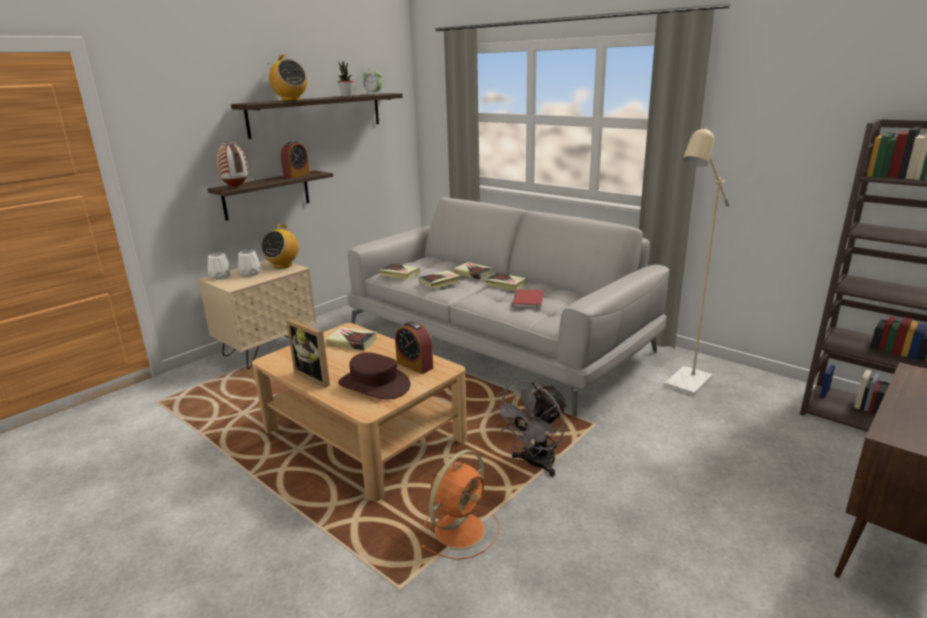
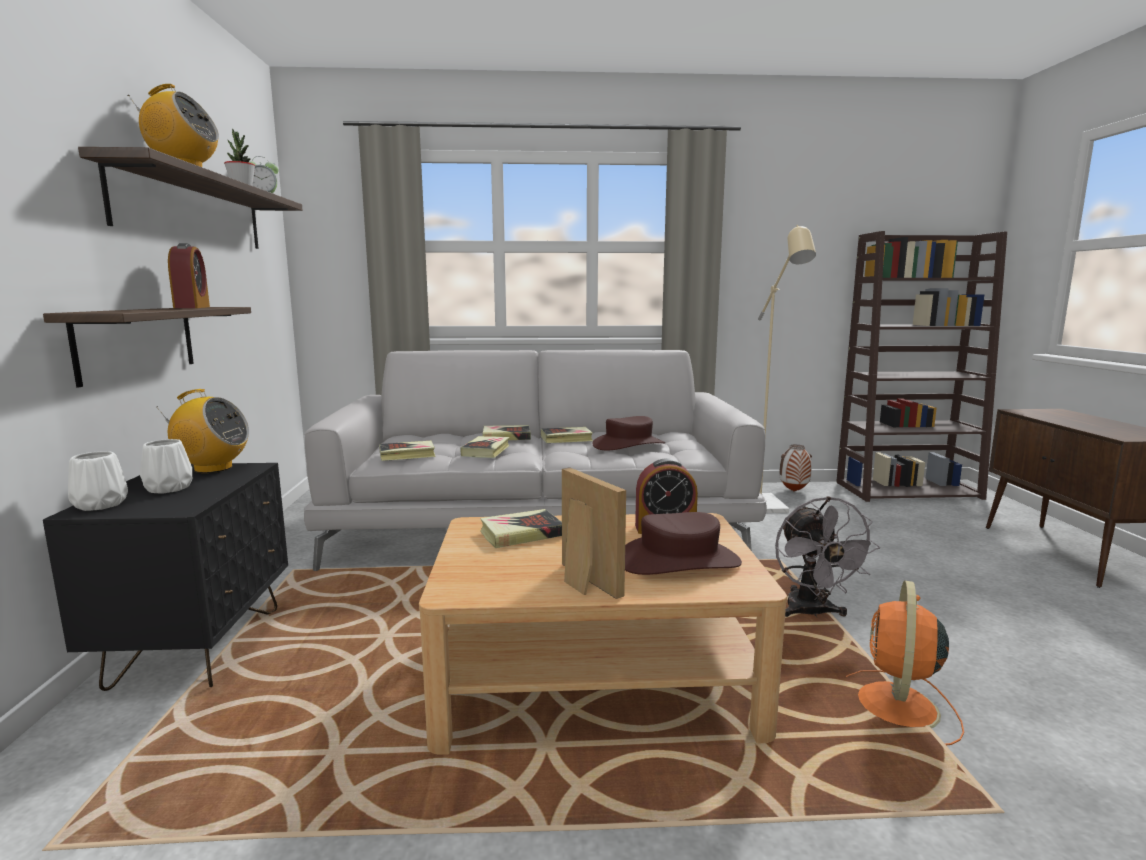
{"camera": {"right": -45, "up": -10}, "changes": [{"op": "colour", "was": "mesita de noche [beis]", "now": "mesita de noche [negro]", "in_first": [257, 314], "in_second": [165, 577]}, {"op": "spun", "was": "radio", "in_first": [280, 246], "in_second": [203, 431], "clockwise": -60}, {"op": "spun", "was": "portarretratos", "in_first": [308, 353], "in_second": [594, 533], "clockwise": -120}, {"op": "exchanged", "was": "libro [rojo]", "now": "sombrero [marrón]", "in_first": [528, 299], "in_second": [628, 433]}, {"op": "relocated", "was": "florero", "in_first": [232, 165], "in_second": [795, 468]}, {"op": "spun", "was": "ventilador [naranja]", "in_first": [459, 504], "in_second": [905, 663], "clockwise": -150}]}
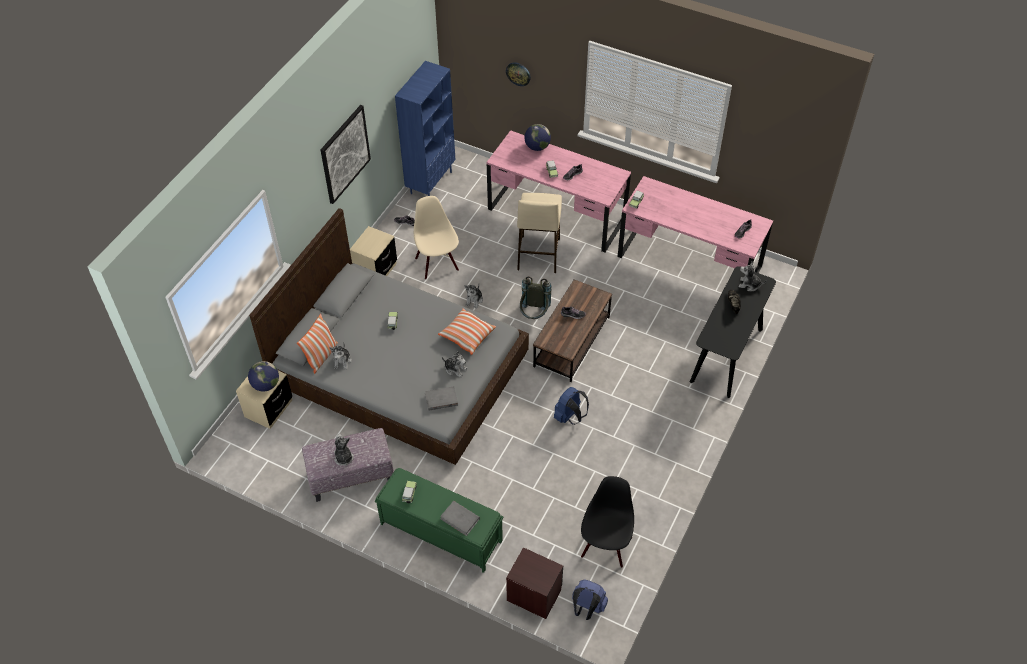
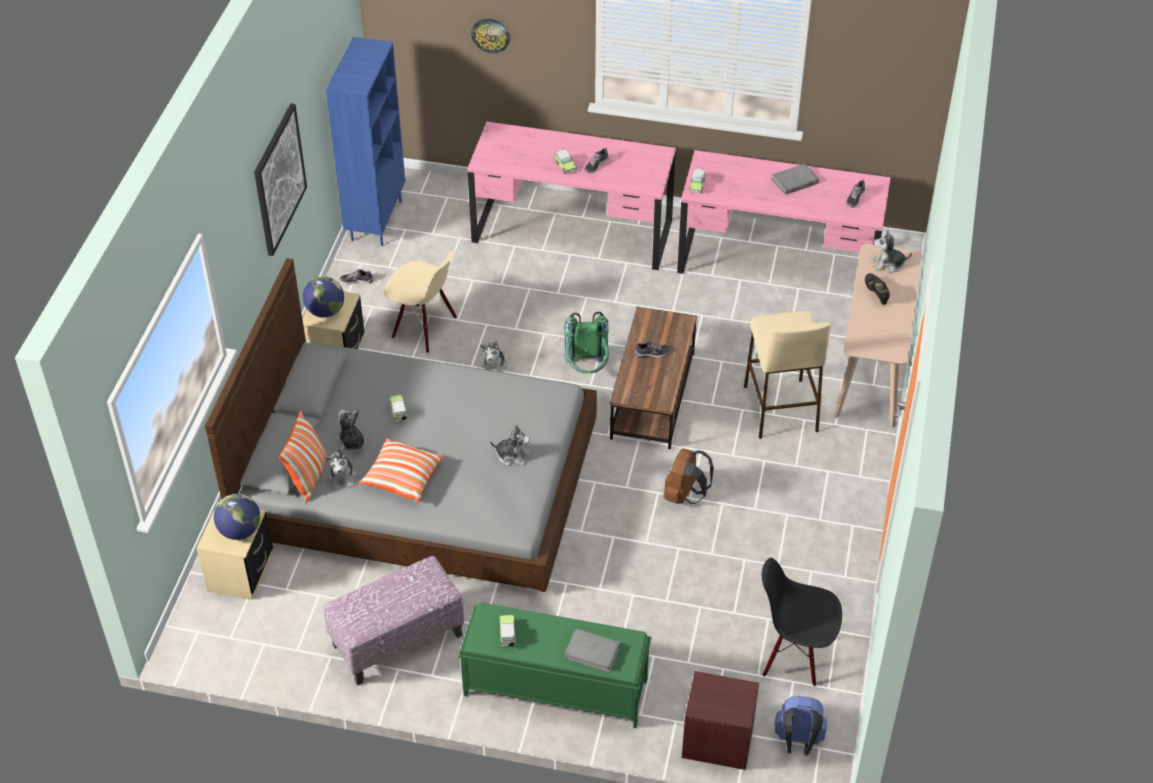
{"camera": {"right": -15, "up": -5}, "changes": [{"op": "relocated", "was": "globo terráqueo", "in_first": [537, 137], "in_second": [323, 297]}, {"op": "relocated", "was": "peluche", "in_first": [344, 450], "in_second": [351, 431]}, {"op": "relocated", "was": "cojín", "in_first": [467, 331], "in_second": [401, 470]}, {"op": "spun", "was": "silla [beis]", "in_first": [436, 238], "in_second": [420, 301], "clockwise": 150}, {"op": "colour", "was": "mochila [gris]", "now": "mochila [verde]", "in_first": [535, 297], "in_second": [586, 342]}, {"op": "colour", "was": "mochila [azul]", "now": "mochila [marrón]", "in_first": [571, 406], "in_second": [688, 476]}, {"op": "relocated", "was": "taburete [beis]", "in_first": [539, 233], "in_second": [787, 375]}, {"op": "spun", "was": "silla [negro]", "in_first": [607, 522], "in_second": [802, 622], "clockwise": -75}, {"op": "relocated", "was": "libro [gris]", "in_first": [441, 398], "in_second": [795, 179]}, {"op": "colour", "was": "mesa consola [negro]", "now": "mesa consola [beis]", "in_first": [733, 332], "in_second": [877, 335]}]}
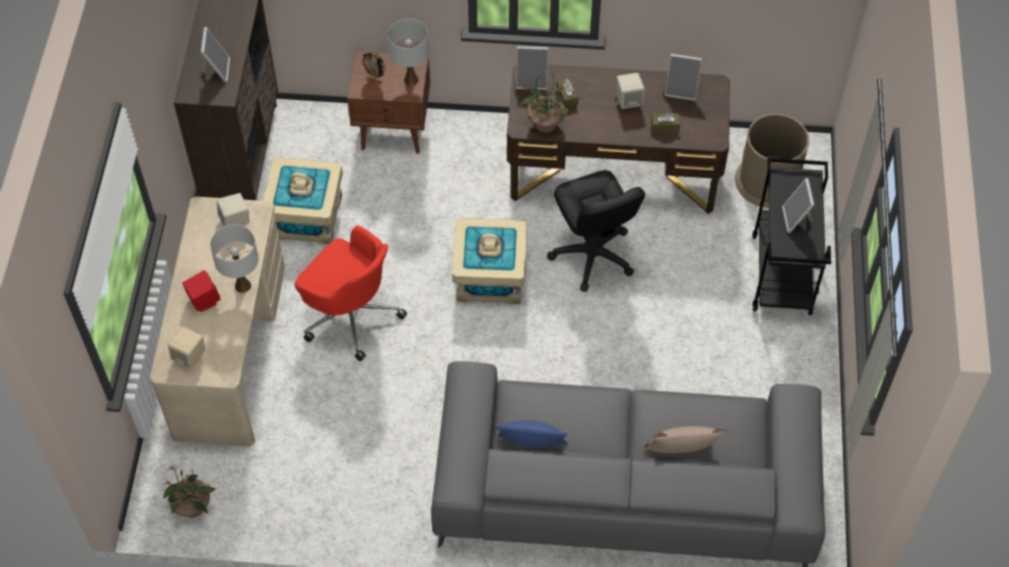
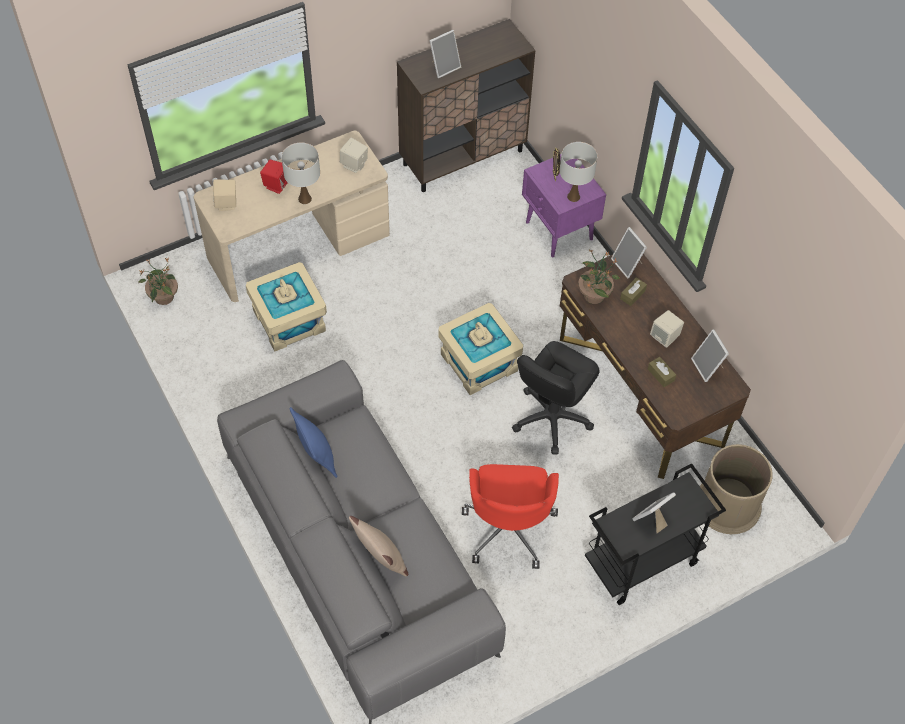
{"camera": {"right": 55, "up": 0}, "changes": [{"op": "relocated", "was": "caja de almacenaje [beis]", "in_first": [303, 200], "in_second": [286, 306]}, {"op": "relocated", "was": "silla de oficina [rojo]", "in_first": [351, 293], "in_second": [510, 516]}, {"op": "colour", "was": "mesita de noche [marrón]", "now": "mesita de noche [morado]", "in_first": [388, 102], "in_second": [564, 205]}]}
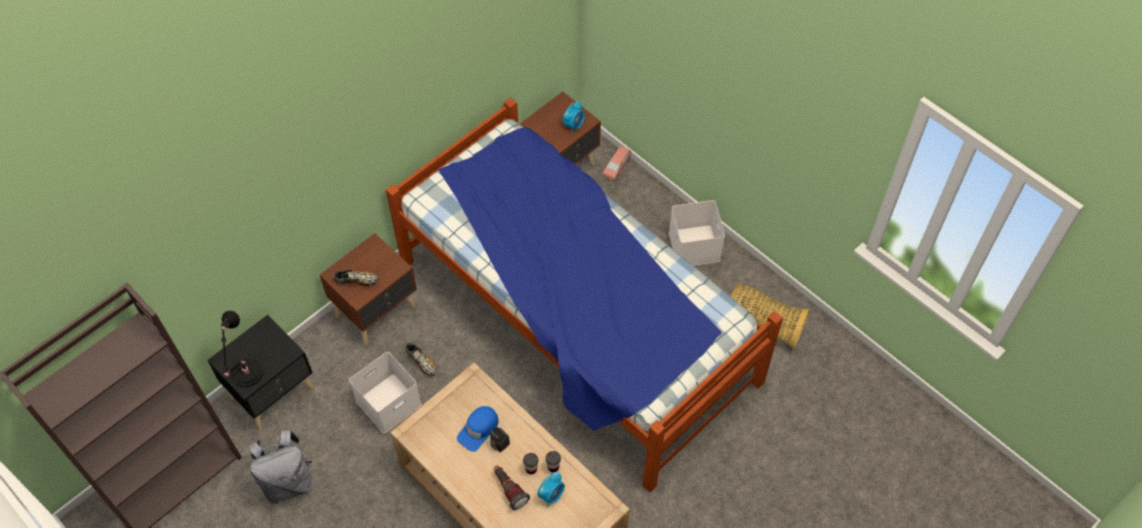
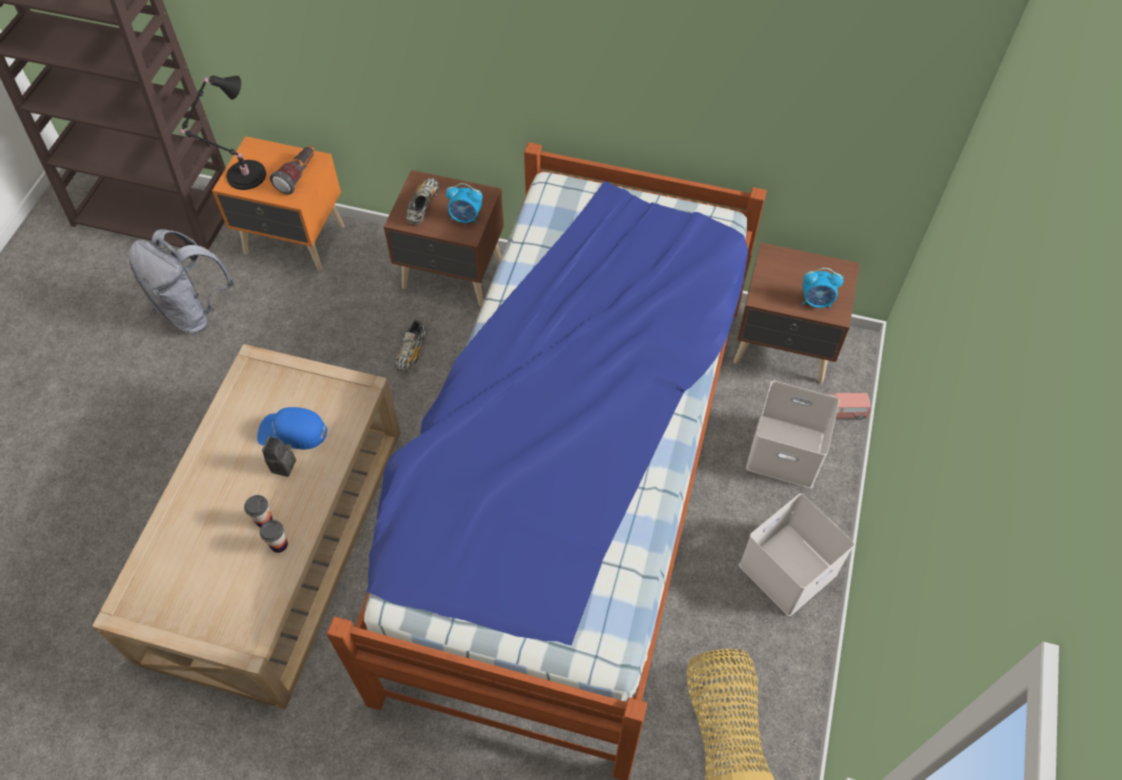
{"camera": {"right": 60, "up": 0}, "changes": [{"op": "colour", "was": "mesita de noche [negro]", "now": "mesita de noche [naranja]", "in_first": [260, 372], "in_second": [278, 203]}, {"op": "relocated", "was": "linterna", "in_first": [512, 487], "in_second": [292, 170]}, {"op": "spun", "was": "zapato", "in_first": [355, 278], "in_second": [423, 201], "clockwise": -135}, {"op": "relocated", "was": "despertador", "in_first": [551, 489], "in_second": [464, 203]}, {"op": "relocated", "was": "caja de almacenaje [blanco]", "in_first": [385, 392], "in_second": [792, 434]}]}
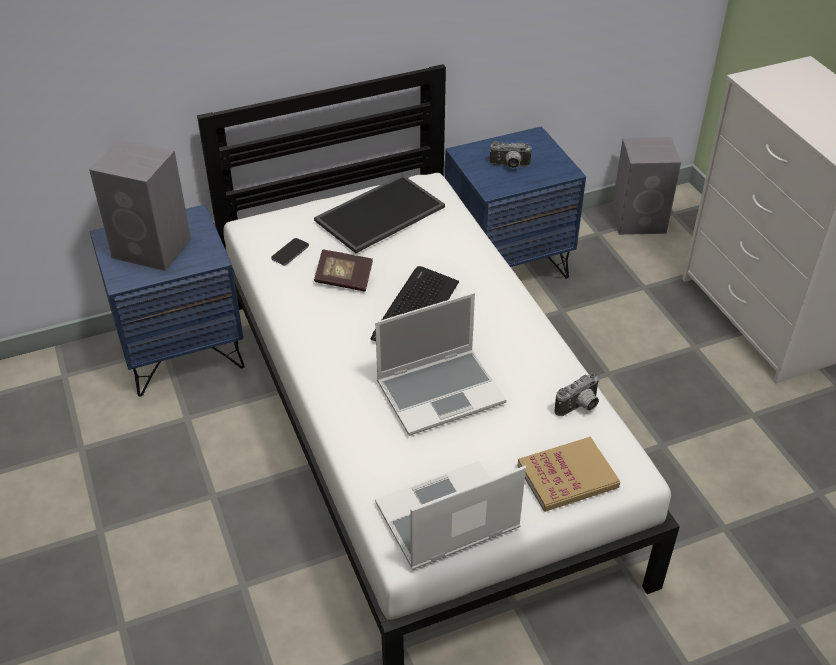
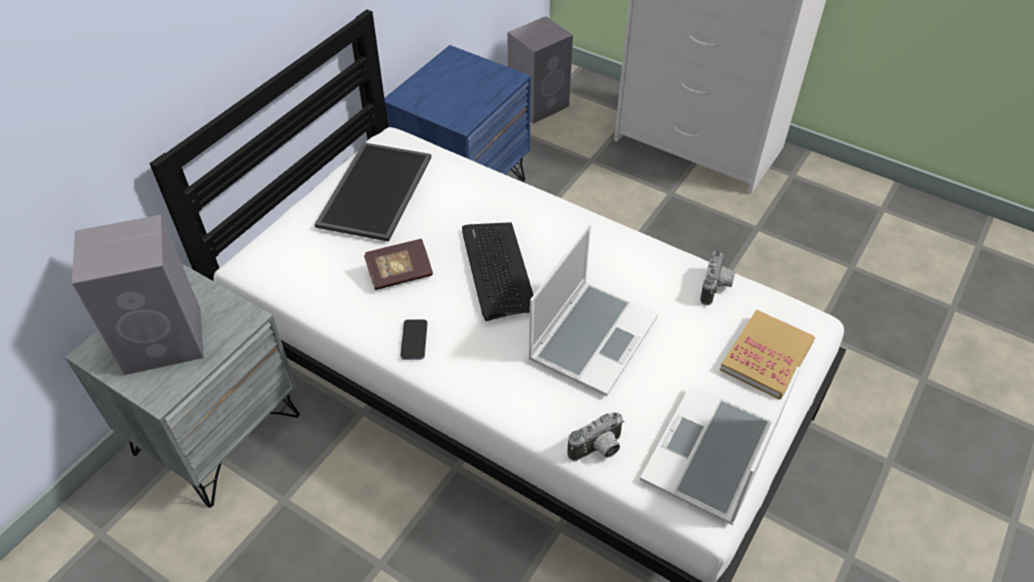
{"camera": {"right": -35, "up": 5}, "changes": [{"op": "colour", "was": "mesita de noche [azul]", "now": "mesita de noche [gris]", "in_first": [167, 300], "in_second": [182, 386]}, {"op": "relocated", "was": "móvil", "in_first": [290, 251], "in_second": [413, 339]}, {"op": "relocated", "was": "cámara", "in_first": [510, 155], "in_second": [595, 436]}]}
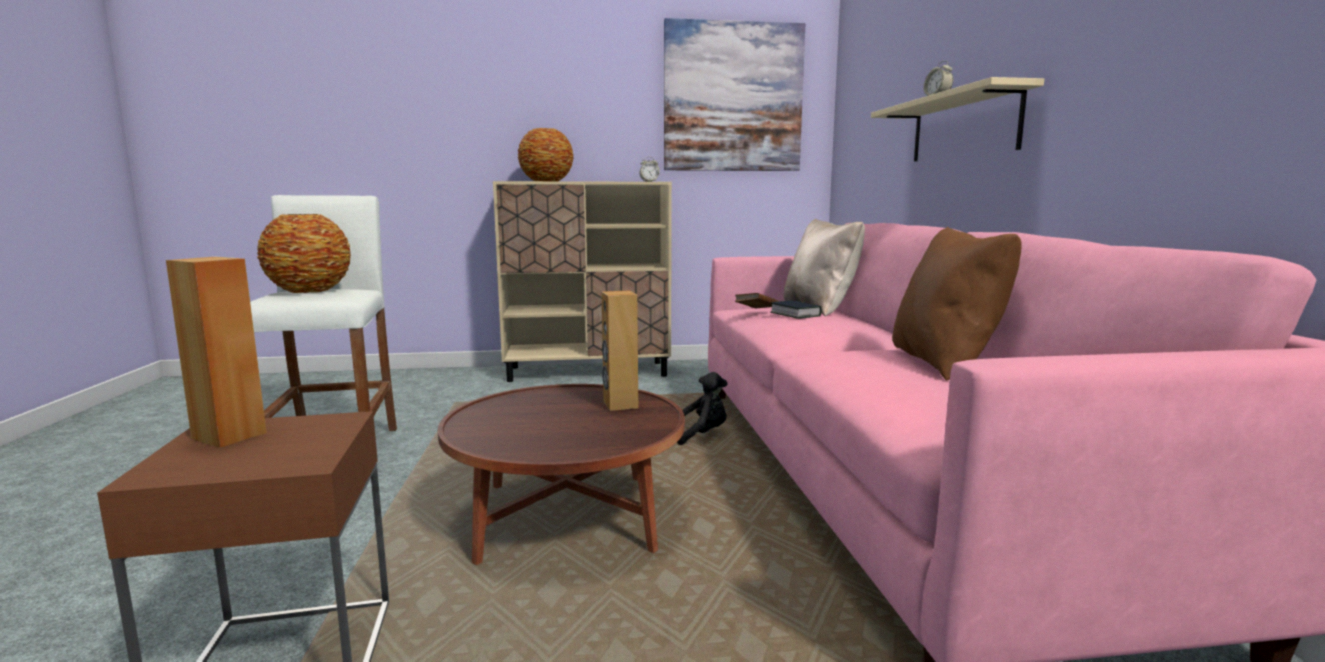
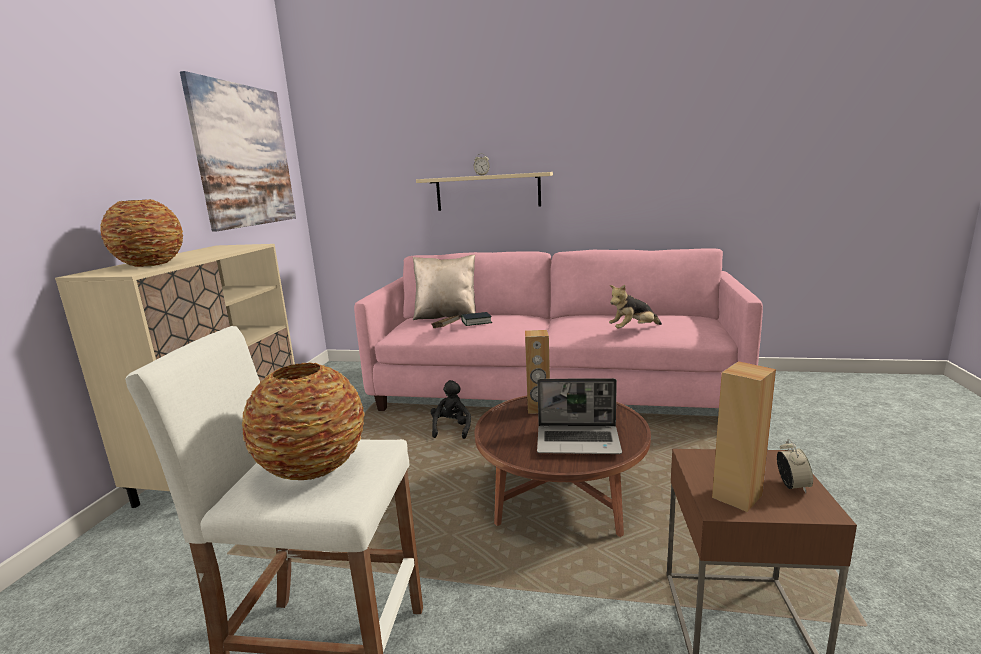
{"camera": {"right": -70, "up": 5}, "changes": [{"op": "appeared", "now": "portátil", "in_second": [579, 416]}, {"op": "appeared", "now": "peluche", "in_second": [635, 307]}, {"op": "relocated", "was": "despertador", "in_first": [649, 169], "in_second": [795, 466]}, {"op": "missing", "was": "cojín [marrón]", "in_first": [956, 304]}]}
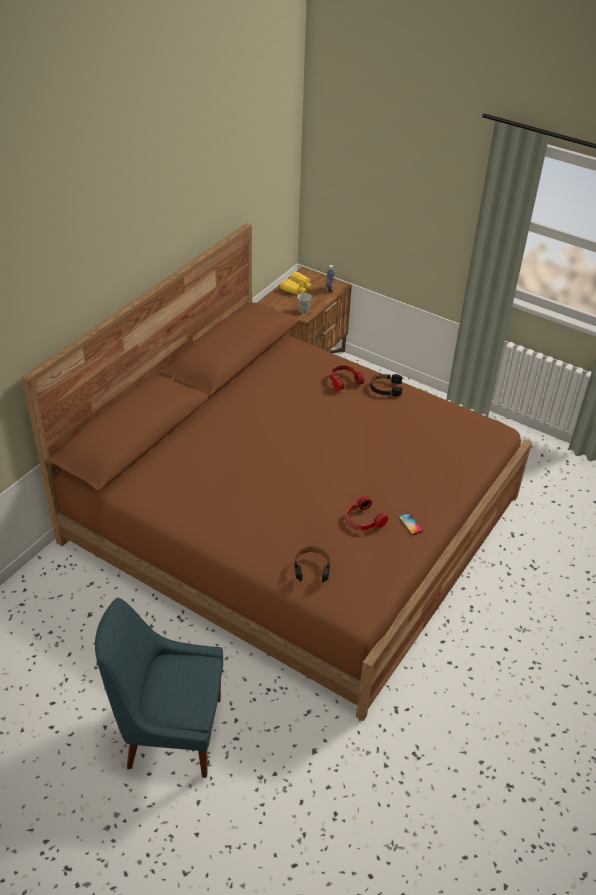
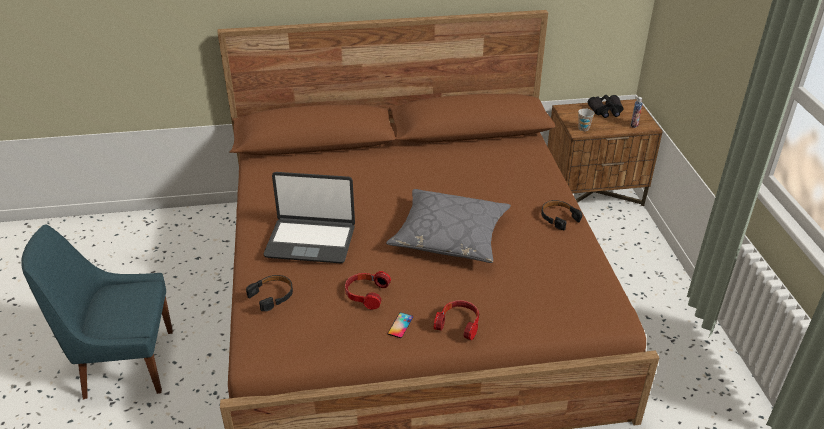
{"camera": {"right": 50, "up": -5}, "changes": [{"op": "spun", "was": "silla [azul]", "in_first": [159, 688], "in_second": [97, 312], "clockwise": -60}, {"op": "appeared", "now": "portátil", "in_second": [309, 217]}, {"op": "appeared", "now": "cojín [gris]", "in_second": [448, 226]}, {"op": "relocated", "was": "auriculares", "in_first": [347, 378], "in_second": [456, 320]}, {"op": "colour", "was": "prismáticos [amarillo]", "now": "prismáticos [negro]", "in_first": [296, 283], "in_second": [605, 106]}]}
